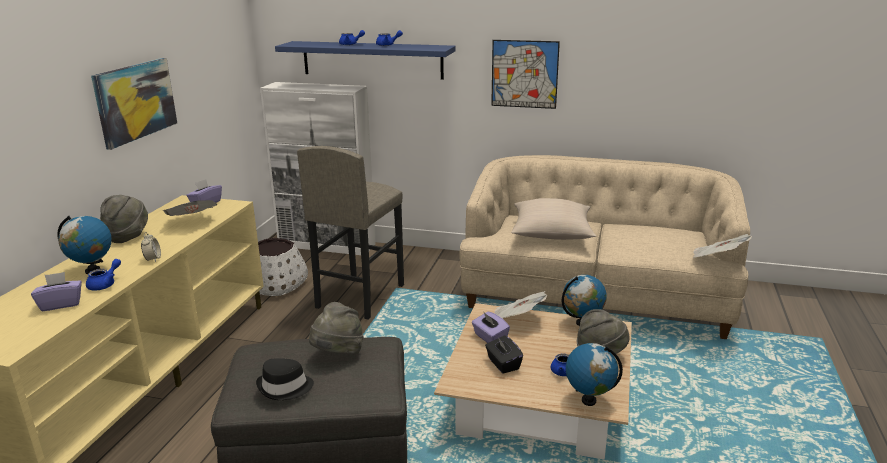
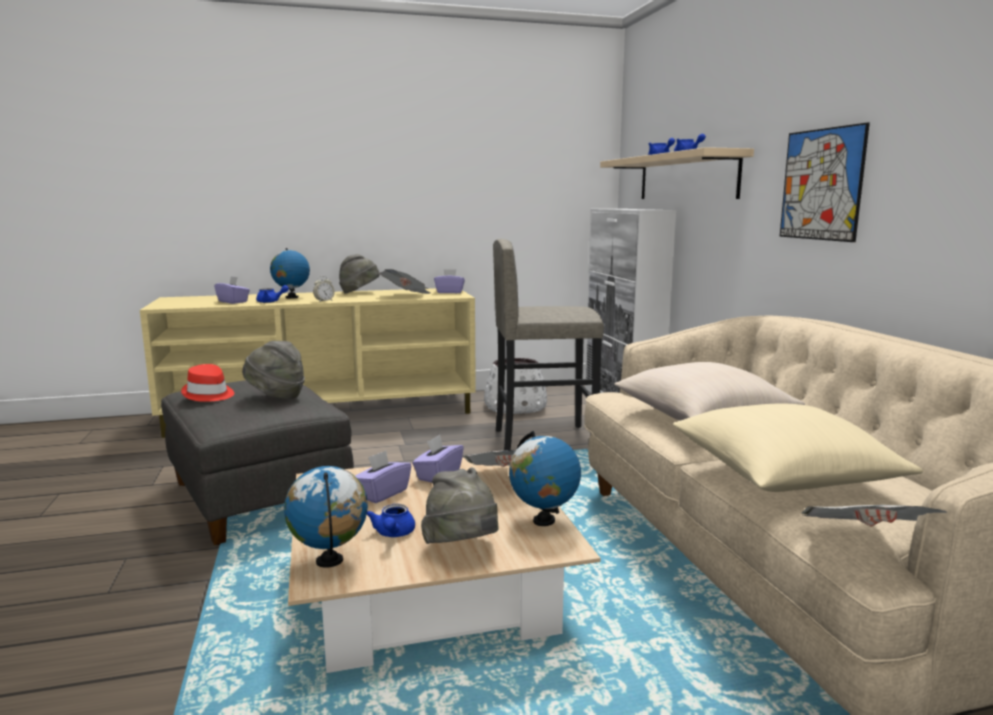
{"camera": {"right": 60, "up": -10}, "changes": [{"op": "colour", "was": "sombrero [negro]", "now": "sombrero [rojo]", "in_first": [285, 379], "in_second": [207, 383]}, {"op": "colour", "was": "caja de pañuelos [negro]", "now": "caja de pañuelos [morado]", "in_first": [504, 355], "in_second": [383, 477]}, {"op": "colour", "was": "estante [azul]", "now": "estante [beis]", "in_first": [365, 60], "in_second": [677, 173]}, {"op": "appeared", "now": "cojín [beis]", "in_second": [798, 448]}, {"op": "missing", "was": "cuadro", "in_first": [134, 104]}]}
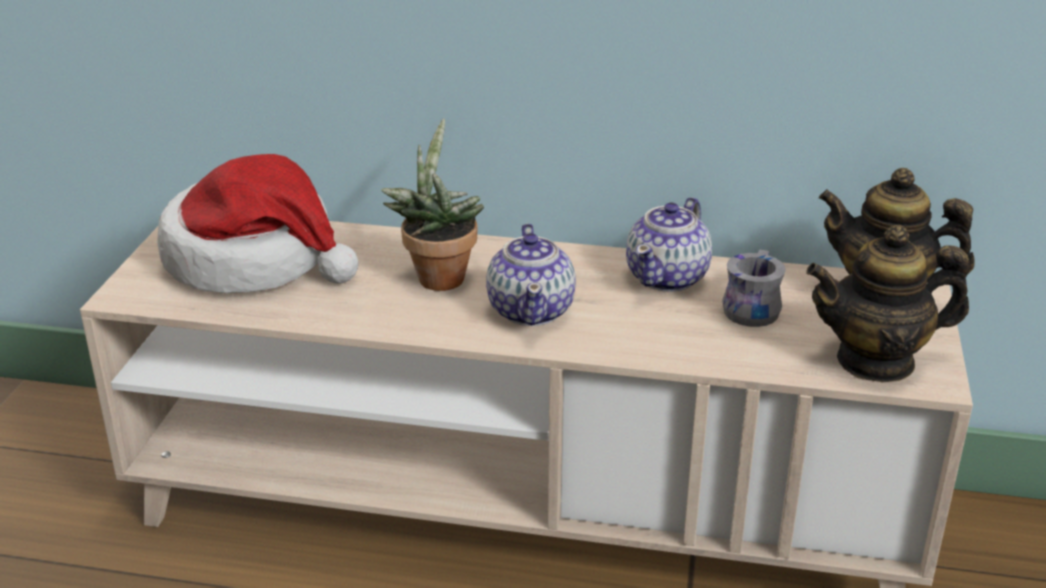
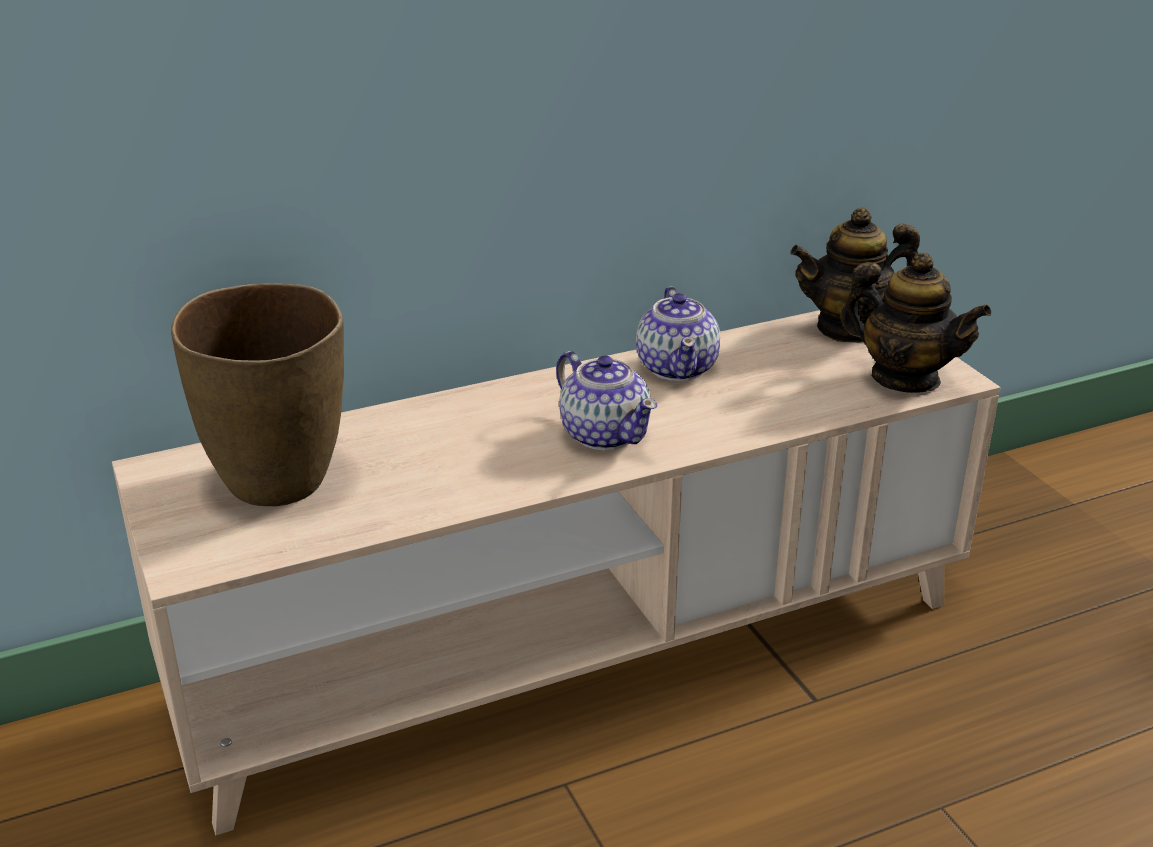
{"camera": {"right": -35, "up": 0}, "changes": [{"op": "exchanged", "was": "sombrero", "now": "florero [marrón]", "in_first": [257, 223], "in_second": [257, 394]}, {"op": "spun", "was": "tetera", "in_first": [888, 303], "in_second": [916, 322], "clockwise": -105}, {"op": "missing", "was": "planta en maceta", "in_first": [432, 204]}, {"op": "missing", "was": "taza grande [gris]", "in_first": [754, 288]}]}
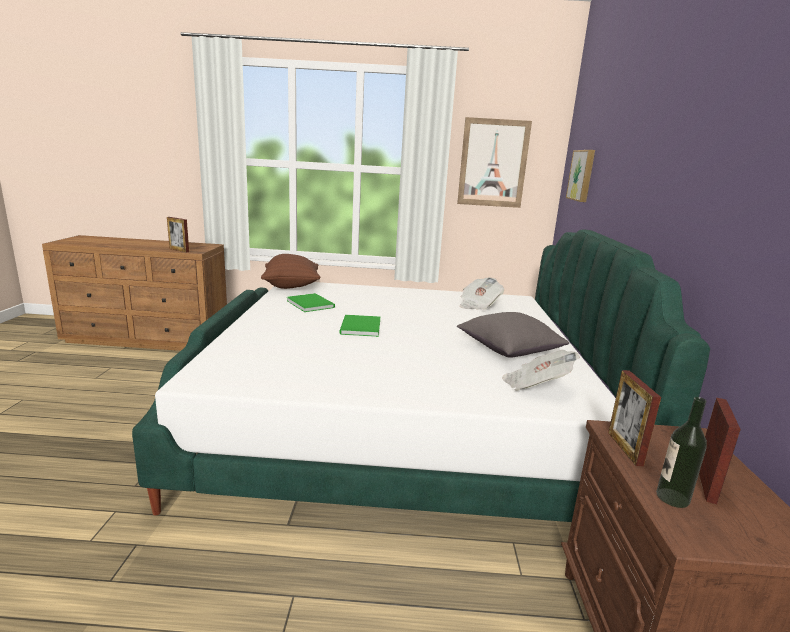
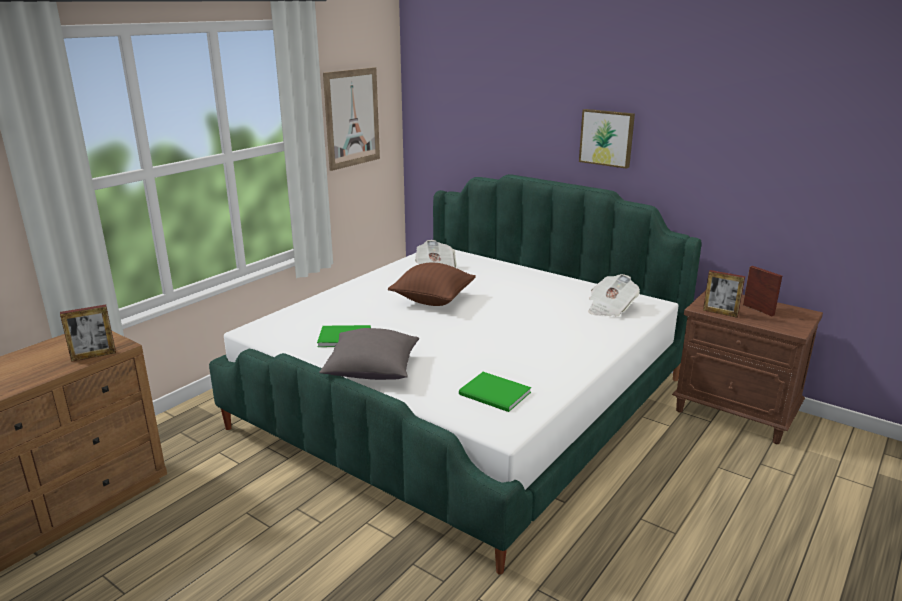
{"camera": {"right": -55, "up": 5}, "changes": [{"op": "relocated", "was": "cojín [gris]", "in_first": [513, 335], "in_second": [369, 354]}, {"op": "relocated", "was": "cojín [marrón]", "in_first": [290, 271], "in_second": [432, 284]}, {"op": "relocated", "was": "libro [verde]", "in_first": [360, 326], "in_second": [495, 392]}, {"op": "relocated", "was": "cuadro", "in_first": [580, 176], "in_second": [607, 139]}, {"op": "missing", "was": "botella", "in_first": [681, 452]}]}
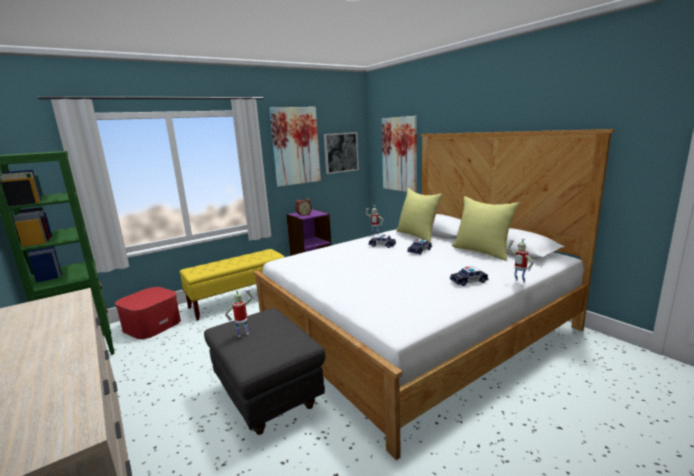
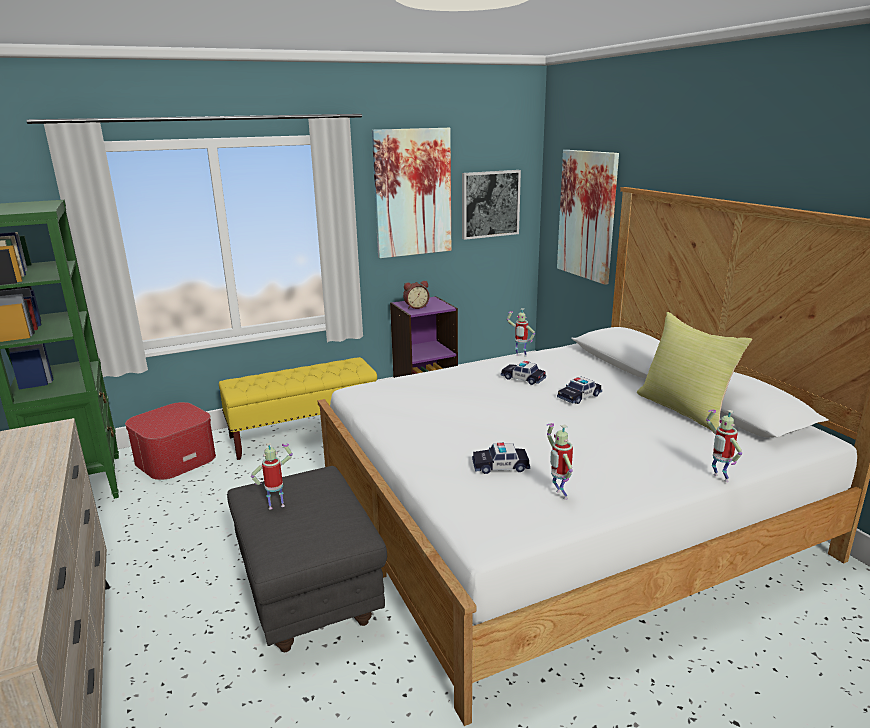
{"camera": {"right": 10, "up": 5}, "changes": [{"op": "relocated", "was": "coche de juguete", "in_first": [469, 276], "in_second": [501, 458]}, {"op": "appeared", "now": "robot de juguete", "in_second": [559, 461]}, {"op": "missing", "was": "cojín [amarillo]", "in_first": [419, 215]}]}
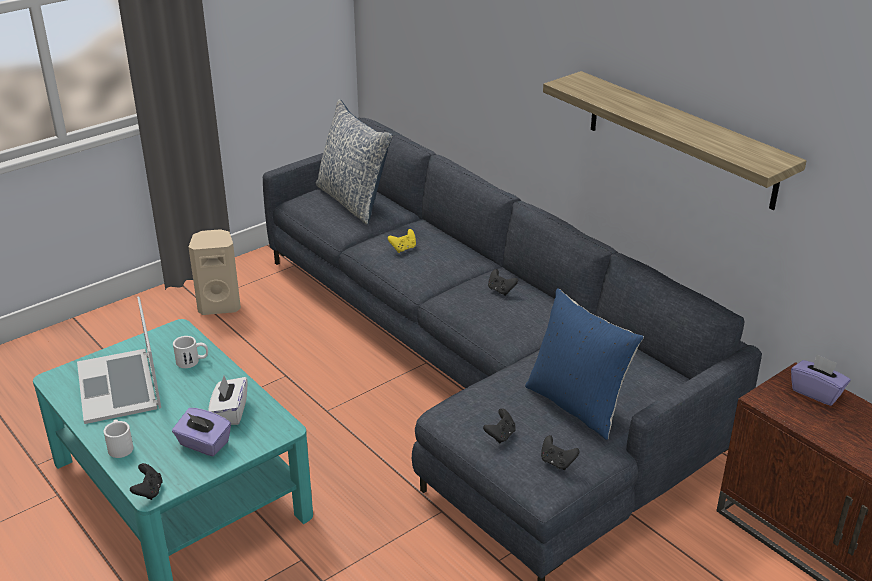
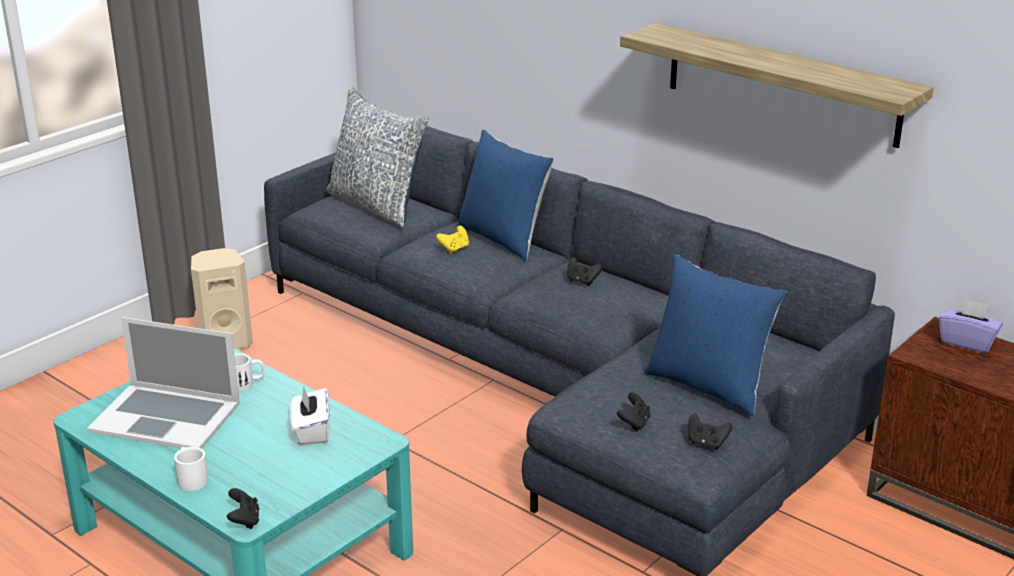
{"camera": {"right": -10, "up": -5}, "changes": [{"op": "spun", "was": "portátil", "in_first": [119, 360], "in_second": [163, 383], "clockwise": -45}, {"op": "appeared", "now": "cojín [azul]", "in_second": [505, 195]}, {"op": "missing", "was": "caja de pañuelos [morado]", "in_first": [201, 432]}]}
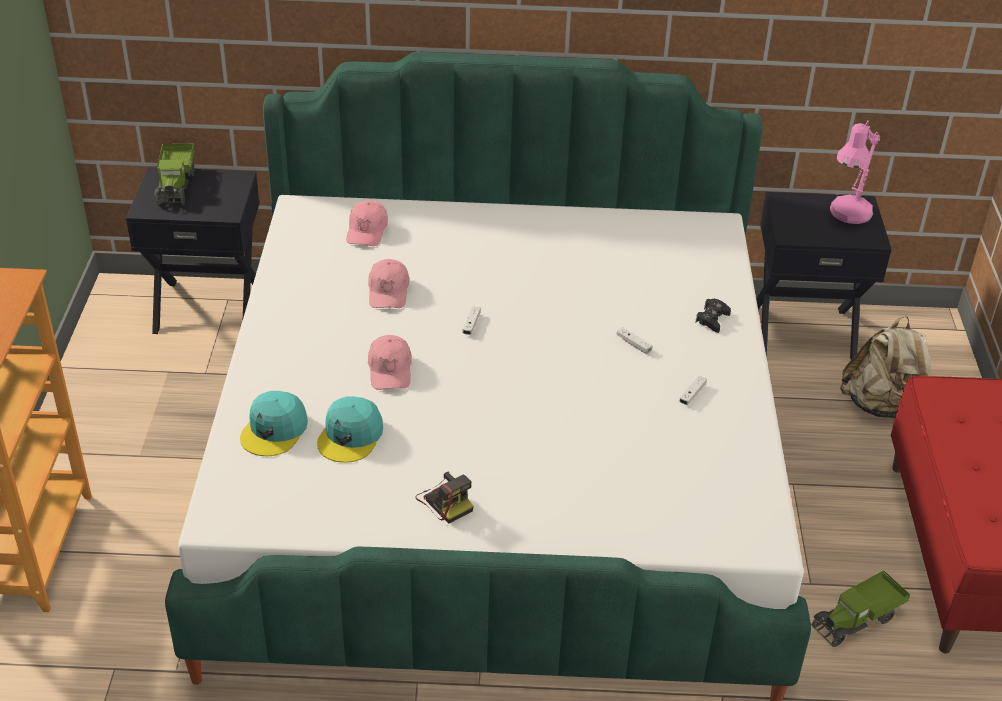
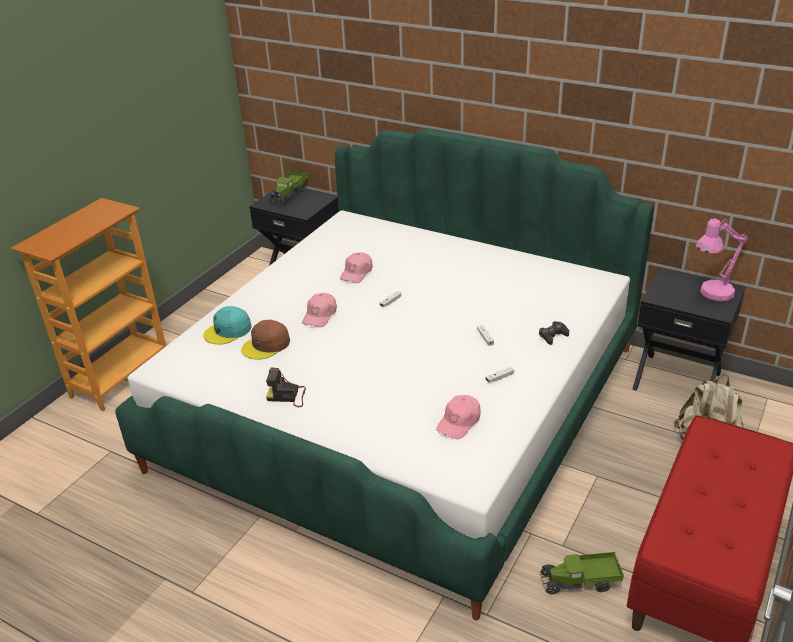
{"camera": {"right": 30, "up": -5}, "changes": [{"op": "colour", "was": "gorra [turquesa]", "now": "gorra [marrón]", "in_first": [350, 429], "in_second": [265, 340]}, {"op": "spun", "was": "cámara", "in_first": [444, 497], "in_second": [286, 387], "clockwise": 105}, {"op": "relocated", "was": "gorra [rosa]", "in_first": [367, 223], "in_second": [458, 417]}]}
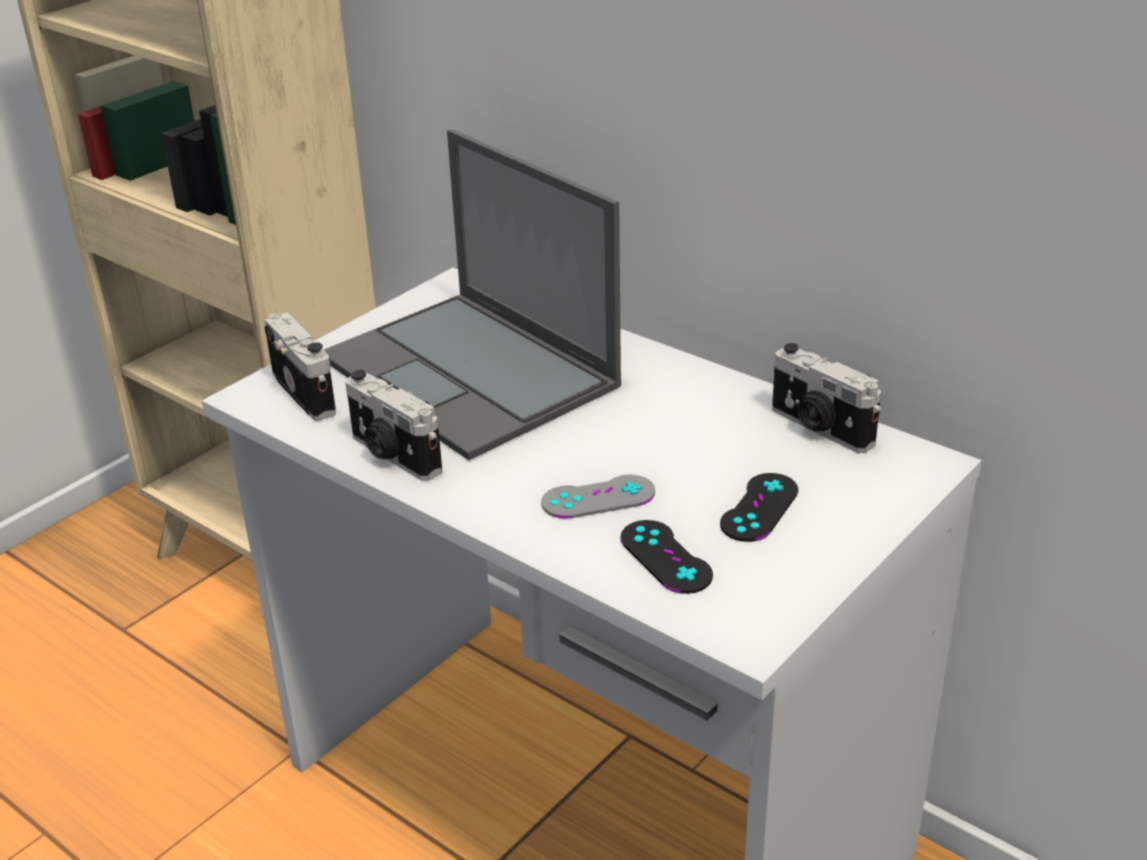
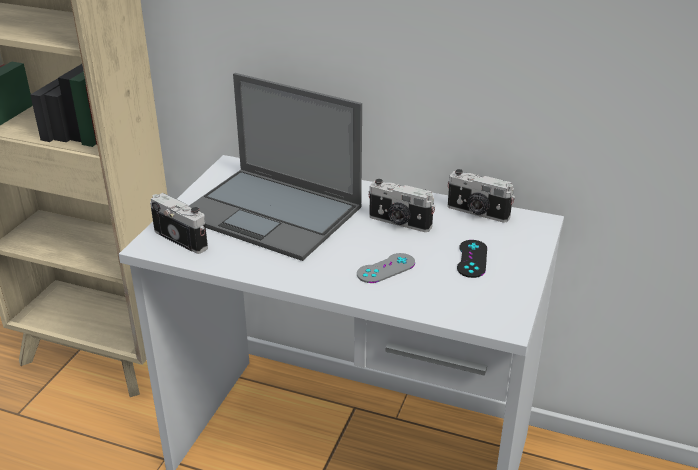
{"camera": {"right": -20, "up": 0}, "changes": [{"op": "relocated", "was": "cámara", "in_first": [393, 425], "in_second": [402, 205]}, {"op": "missing", "was": "mando de consola [negro]", "in_first": [666, 557]}]}
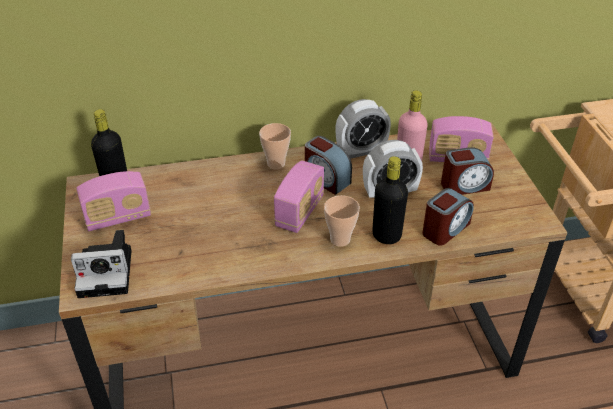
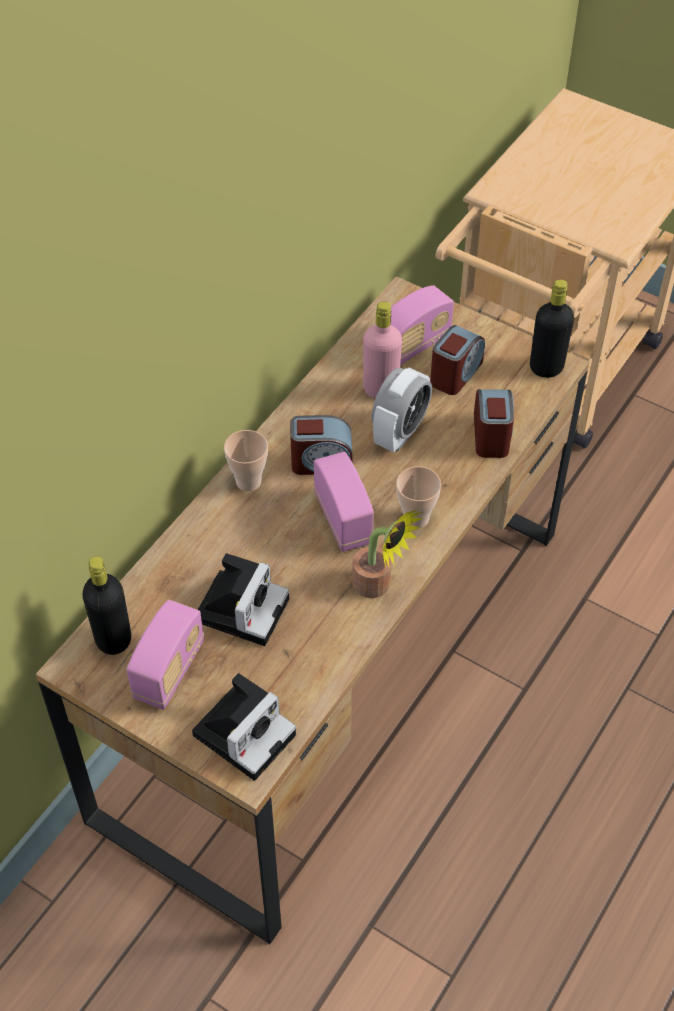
{"camera": {"right": -45, "up": 10}, "changes": [{"op": "appeared", "now": "cámara", "in_second": [243, 599]}, {"op": "appeared", "now": "planta en maceta", "in_second": [387, 553]}, {"op": "relocated", "was": "botella [negro]", "in_first": [390, 200], "in_second": [552, 328]}, {"op": "missing", "was": "despertador", "in_first": [363, 129]}]}
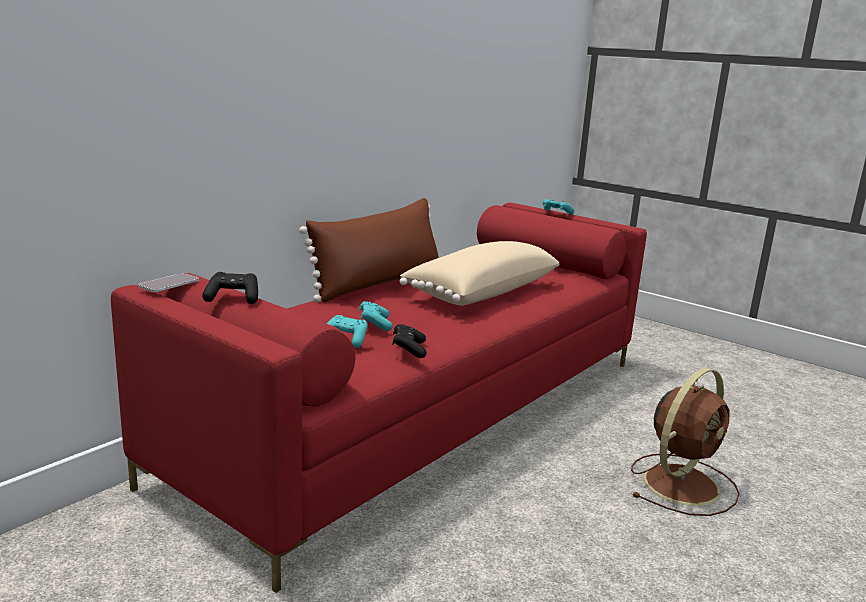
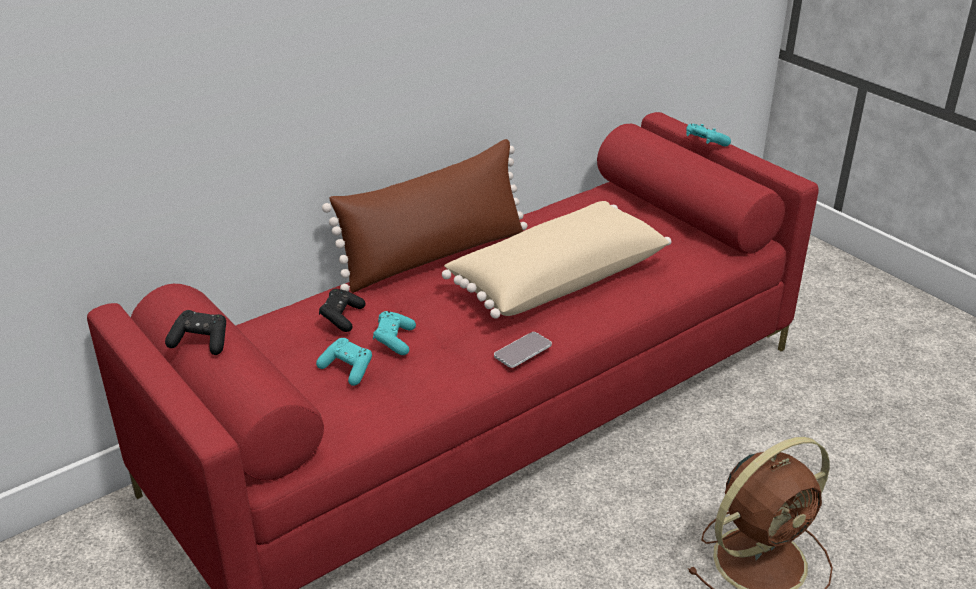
{"camera": {"right": 15, "up": 15}, "changes": [{"op": "relocated", "was": "mando de consola [negro]", "in_first": [409, 341], "in_second": [342, 310]}, {"op": "relocated", "was": "móvil", "in_first": [169, 282], "in_second": [523, 350]}]}
